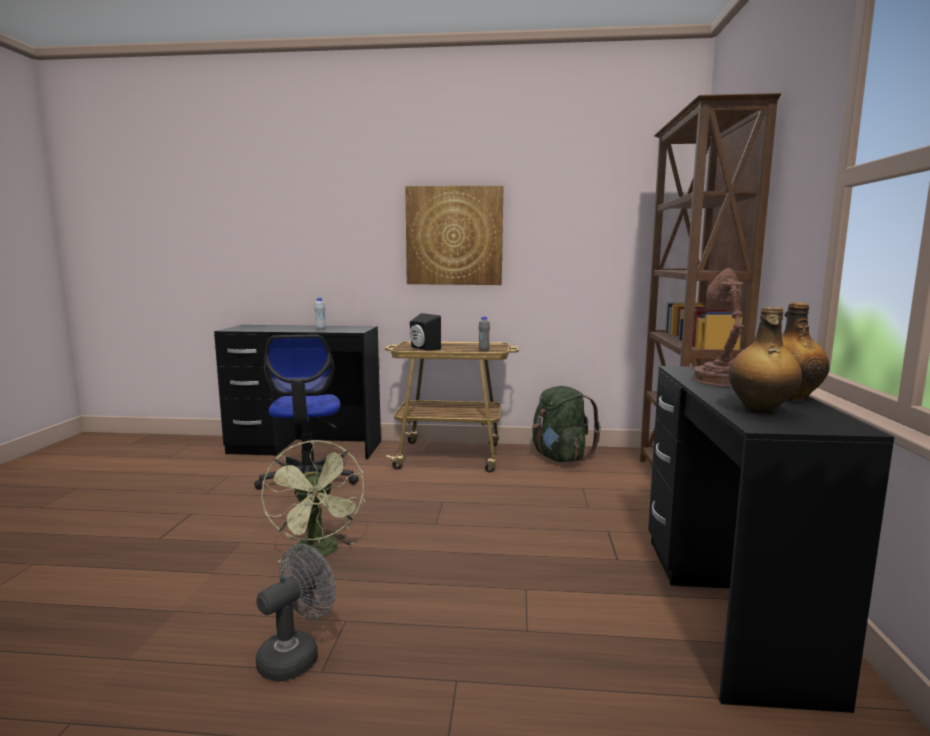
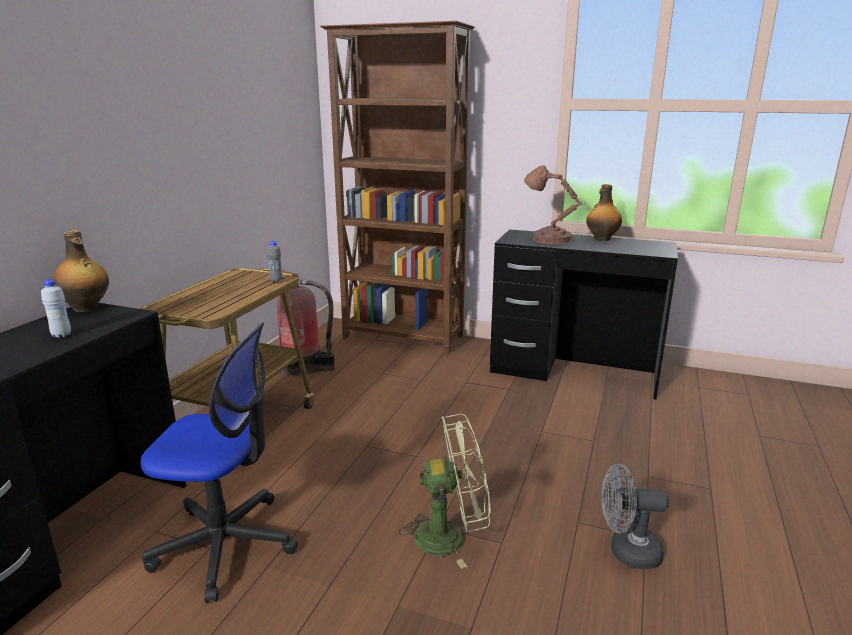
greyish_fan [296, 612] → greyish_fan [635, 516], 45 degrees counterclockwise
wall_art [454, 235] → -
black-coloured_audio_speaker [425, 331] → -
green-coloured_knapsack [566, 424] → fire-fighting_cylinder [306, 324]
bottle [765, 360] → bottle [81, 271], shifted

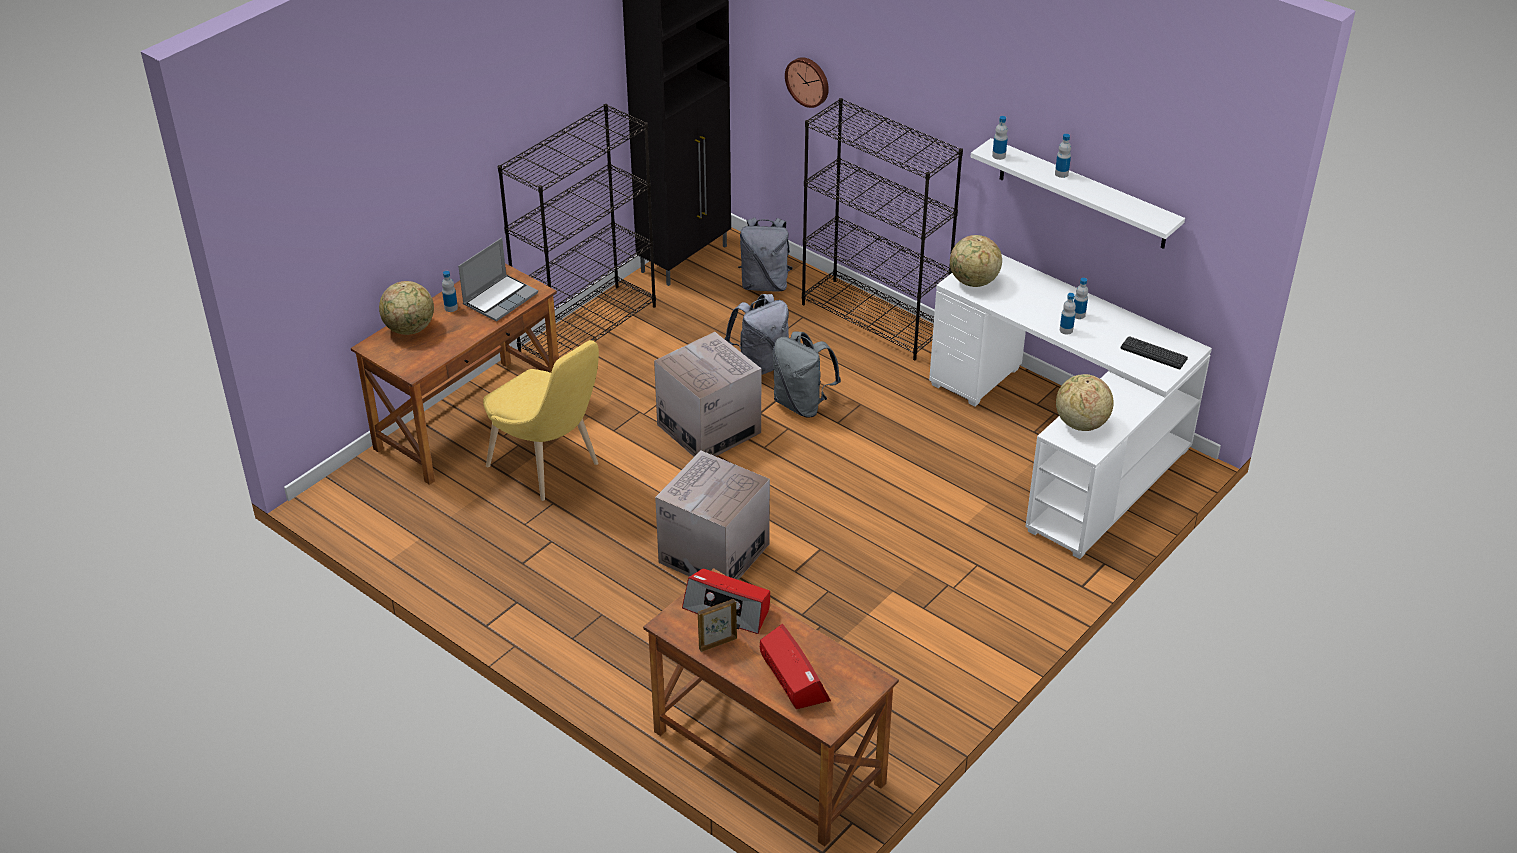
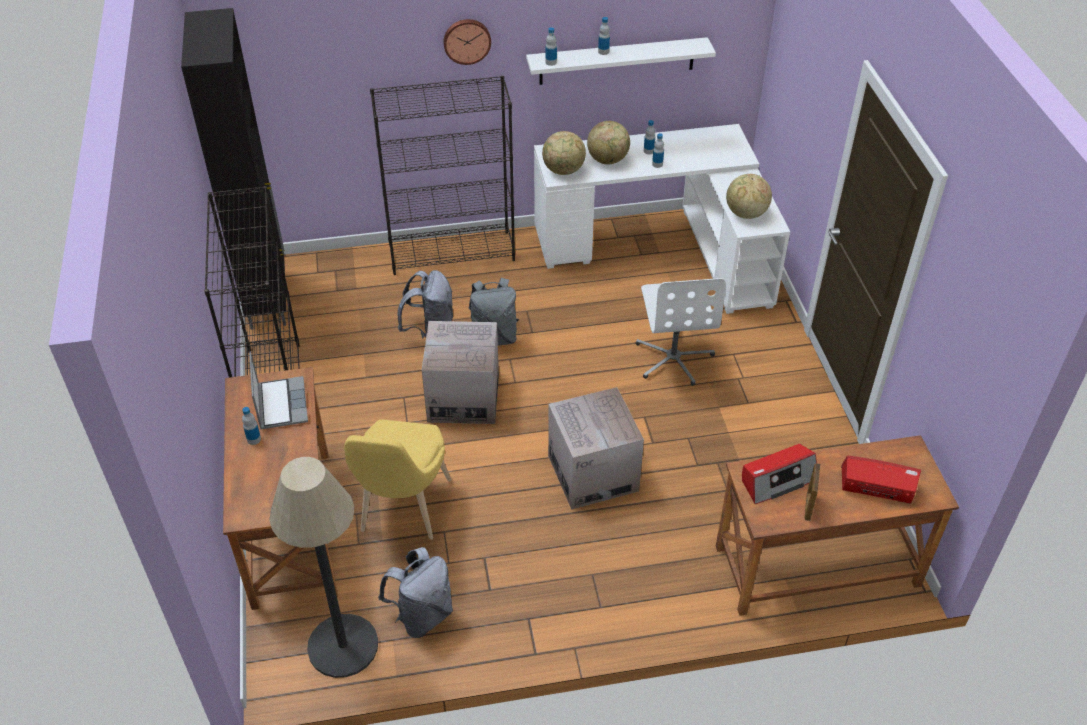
globe [406, 308] → globe [608, 143], shifted
yellow-coloured_chair [541, 420] → yellow-coloured_chair [398, 479], 105 degrees clockwise
greyish_knapsack [765, 255] → greyish_knapsack [415, 592], shifted
hanging_clock [807, 82] → hanging_clock [467, 42], shifted
PC_keyboard [1154, 352] → -
- → floor_lamp [323, 567]
- → whitish_office_chair [680, 332]

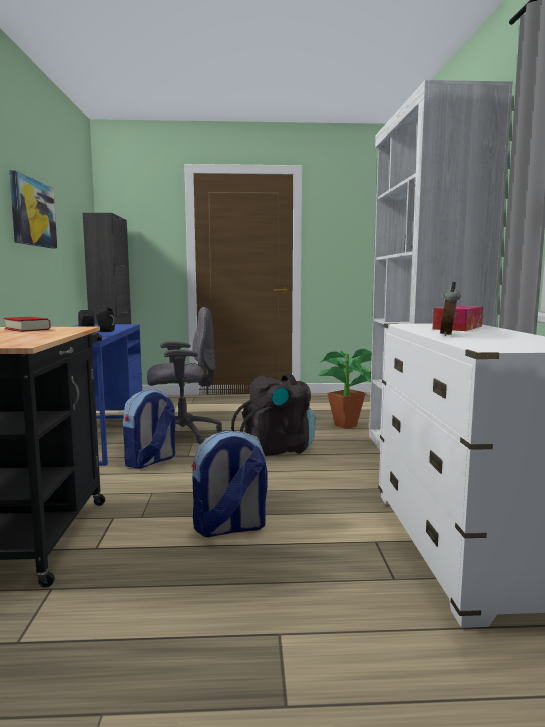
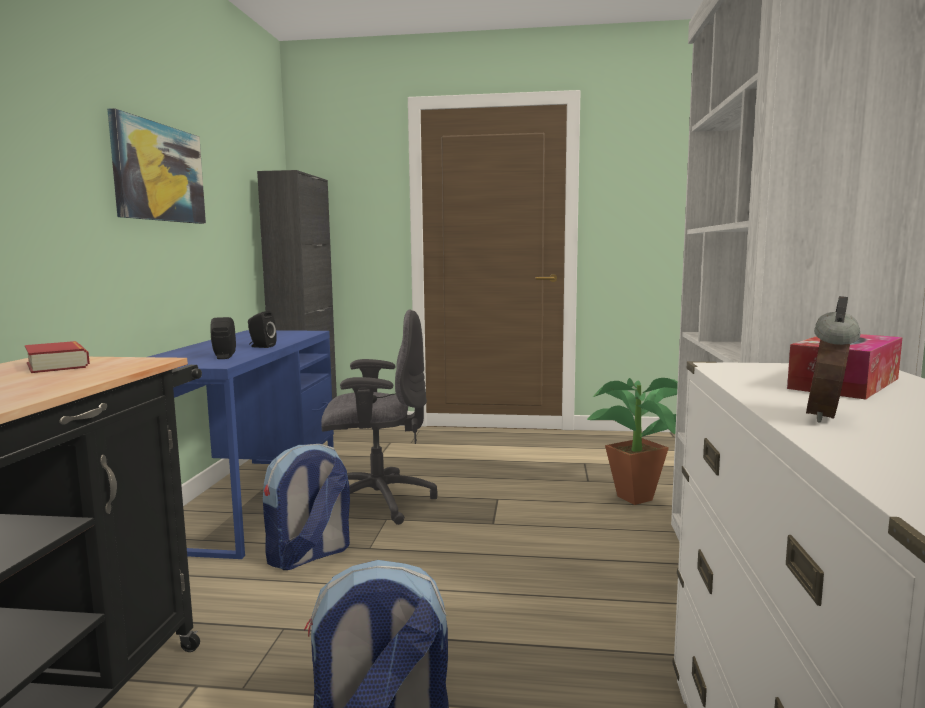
black-coloured_knapsack [273, 414] → -

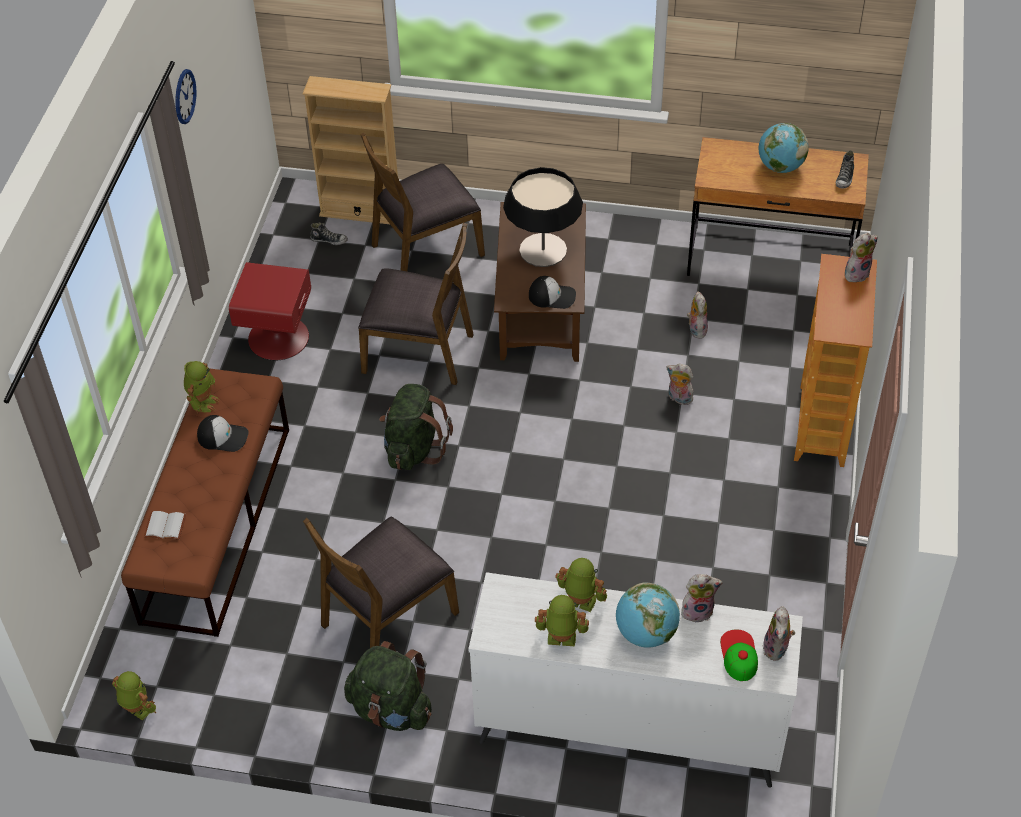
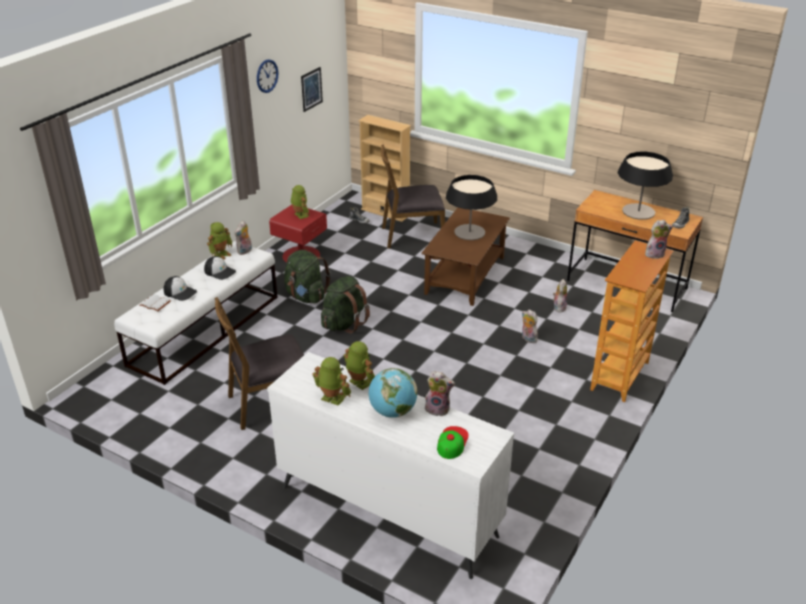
model_robot [134, 695] → model_robot [300, 202], shifted
brown-coloured_indoor_bench [205, 502] → whitish_indoor_bench [196, 313]
green-coloured_knapsack [388, 686] → green-coloured_knapsack [307, 277], shifted
brown-coloured_chair [416, 304] → -
peaked_cap [552, 292] → peaked_cap [180, 288], shifted
globe [784, 148] → table_lamp [645, 186]
soft_toy [779, 633] → soft_toy [243, 238], shifted
- → wall_art [312, 89]

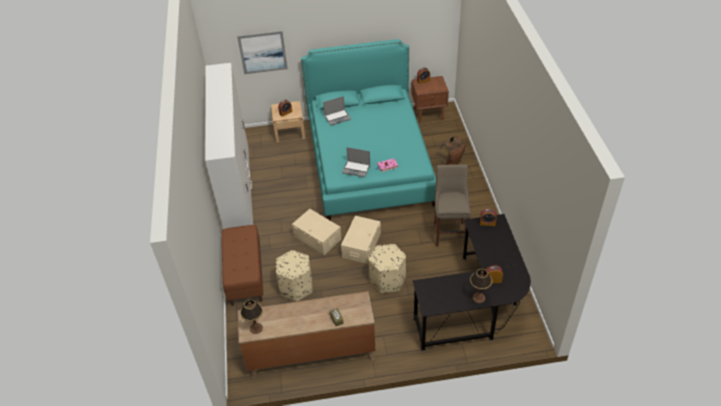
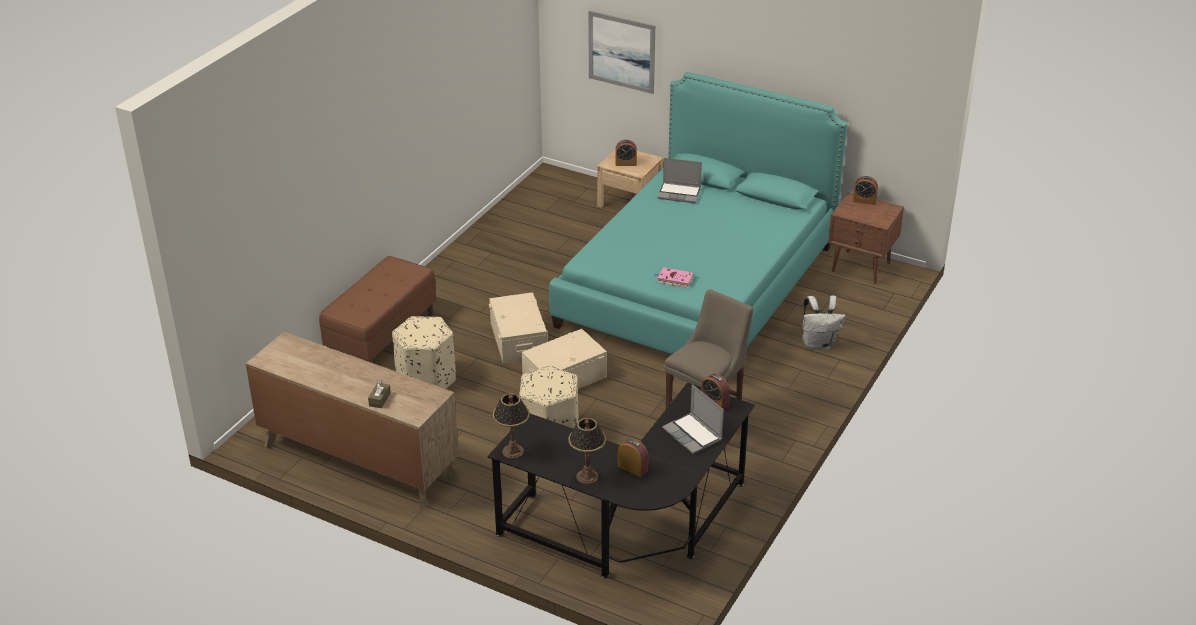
whitish_armoire [229, 146] → -
table_lamp [251, 317] → table_lamp [511, 426], shifted
portable_computer [356, 162] → portable_computer [693, 419], shifted
brown-coloured_knapsack [453, 150] → whitish_knapsack [823, 322]

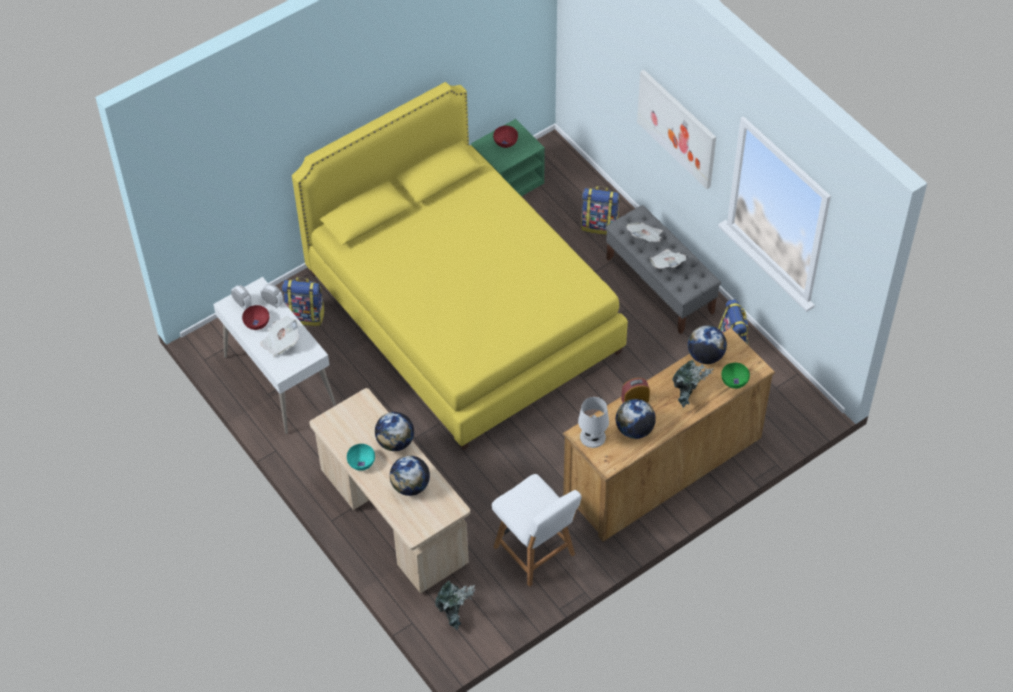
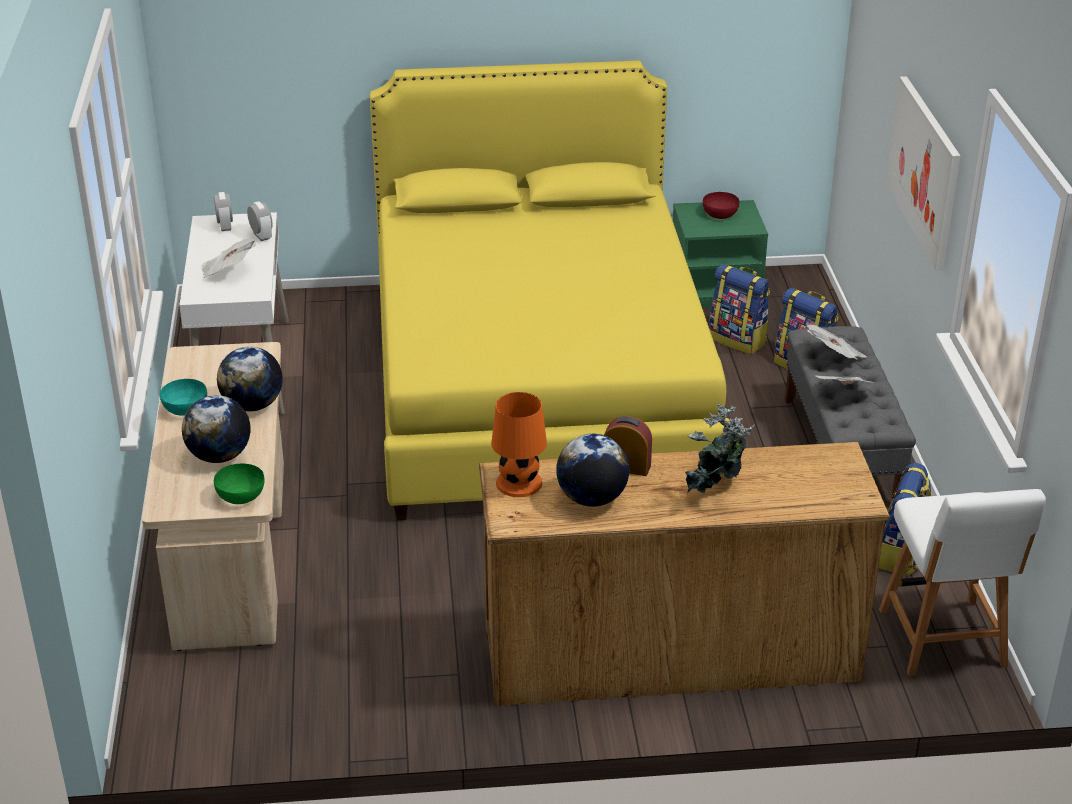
red-coloured_bowl [255, 317] → -
knapsack [303, 301] → knapsack [739, 309], shifted
houseplant [455, 605] → -
whitish_chair [537, 530] → whitish_chair [962, 582], shifted
whitish_table_lamp [593, 422] → orangey_table_lamp [519, 444]
globe [707, 344] → -
green-coloured_bowl [735, 376] → green-coloured_bowl [239, 484], shifted

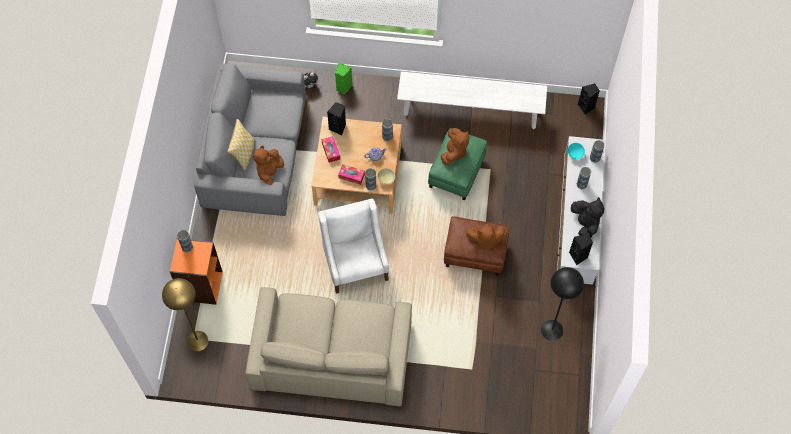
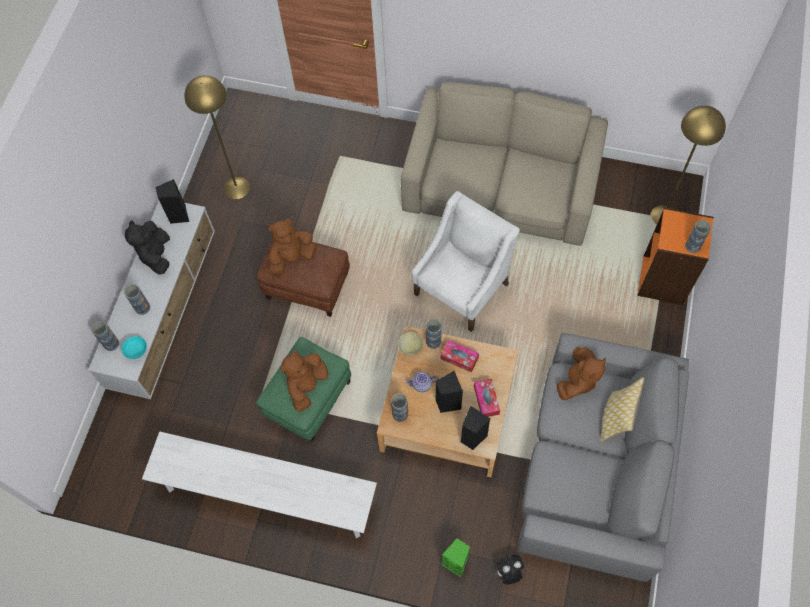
whitish_armchair [353, 245] → whitish_armchair [465, 261], 135 degrees counterclockwise
brown-coloured_soft_toy [487, 238] → brown-coloured_soft_toy [292, 247], 45 degrees counterclockwise
black-coloured_floor_lamp [562, 304] → yellow-coloured_floor_lamp [217, 137]
black-coloured_audio_speaker [589, 99] → black-coloured_audio_speaker [449, 392], shifted

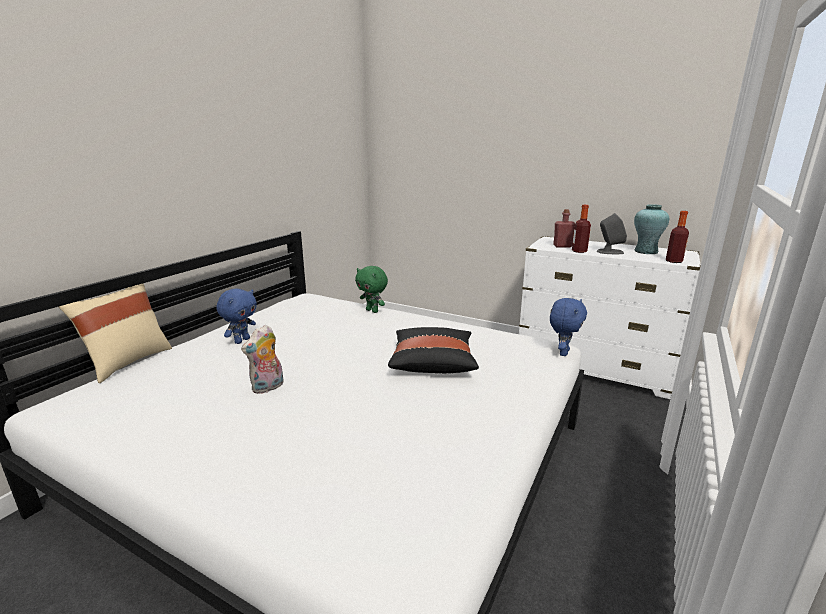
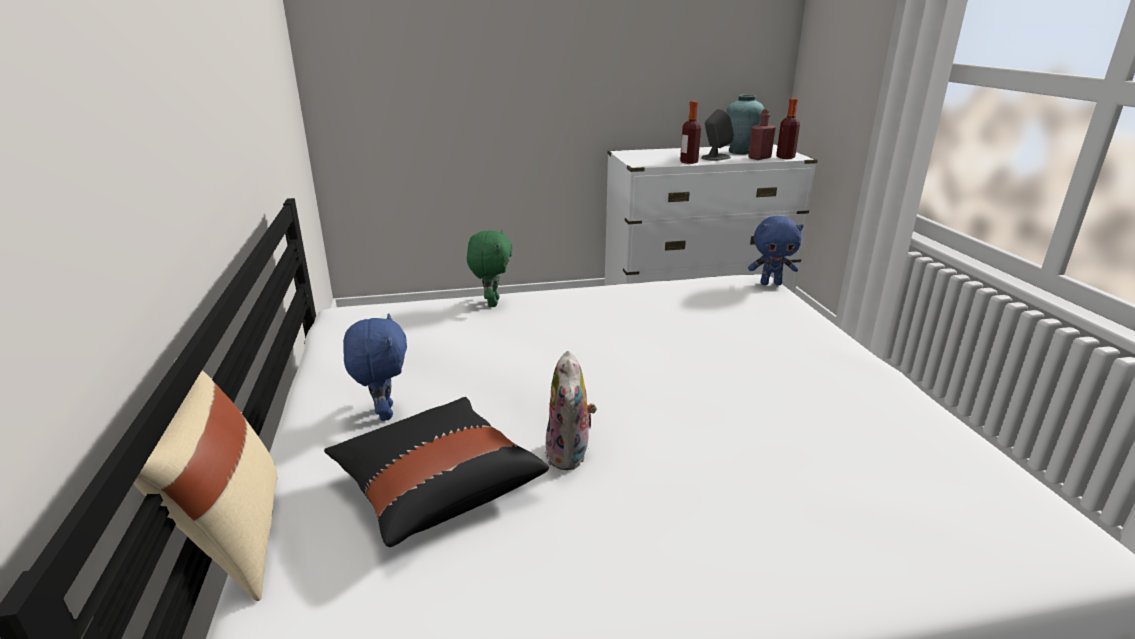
green-coloured_soft_toy [371, 289] → green-coloured_soft_toy [489, 268], 90 degrees counterclockwise
black-coloured_pillow [433, 350] → black-coloured_pillow [436, 472], shifted
blue-coloured_soft_toy [568, 327] → blue-coloured_soft_toy [776, 250], 105 degrees clockwise
red-coloured_bottle [564, 228] → red-coloured_bottle [762, 134], shifted

